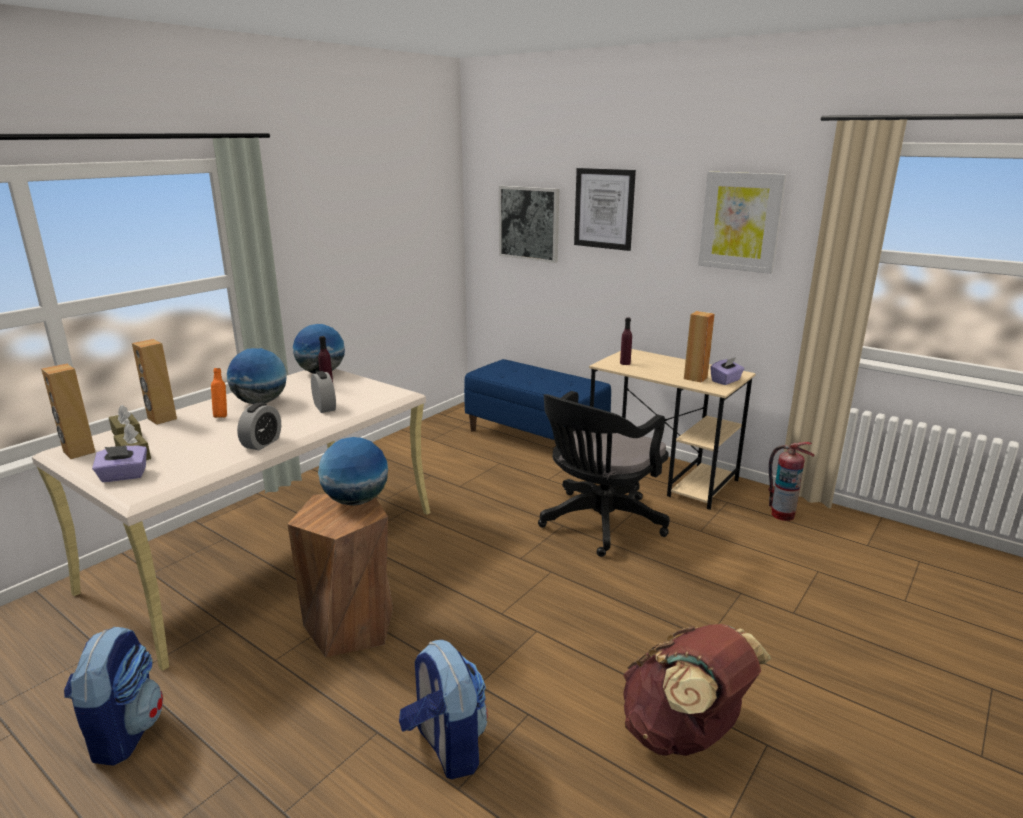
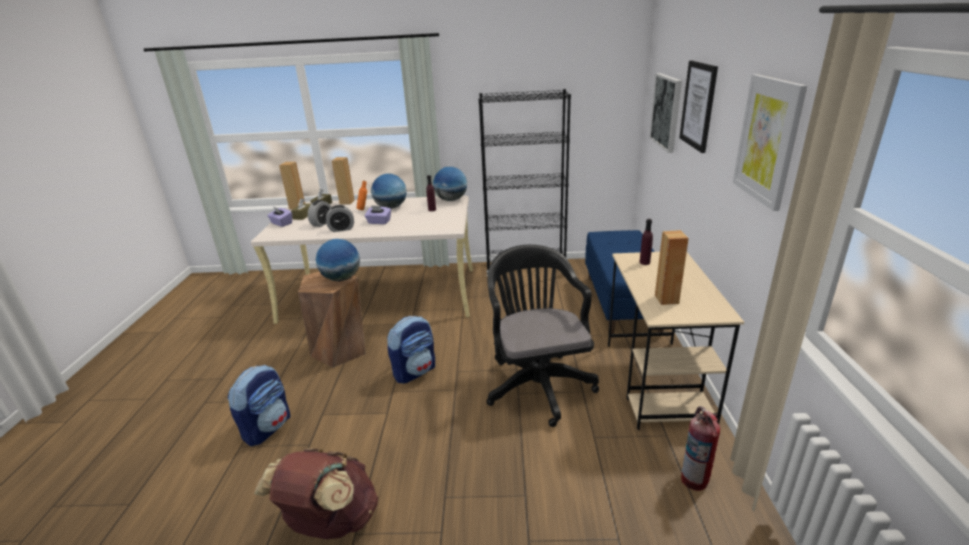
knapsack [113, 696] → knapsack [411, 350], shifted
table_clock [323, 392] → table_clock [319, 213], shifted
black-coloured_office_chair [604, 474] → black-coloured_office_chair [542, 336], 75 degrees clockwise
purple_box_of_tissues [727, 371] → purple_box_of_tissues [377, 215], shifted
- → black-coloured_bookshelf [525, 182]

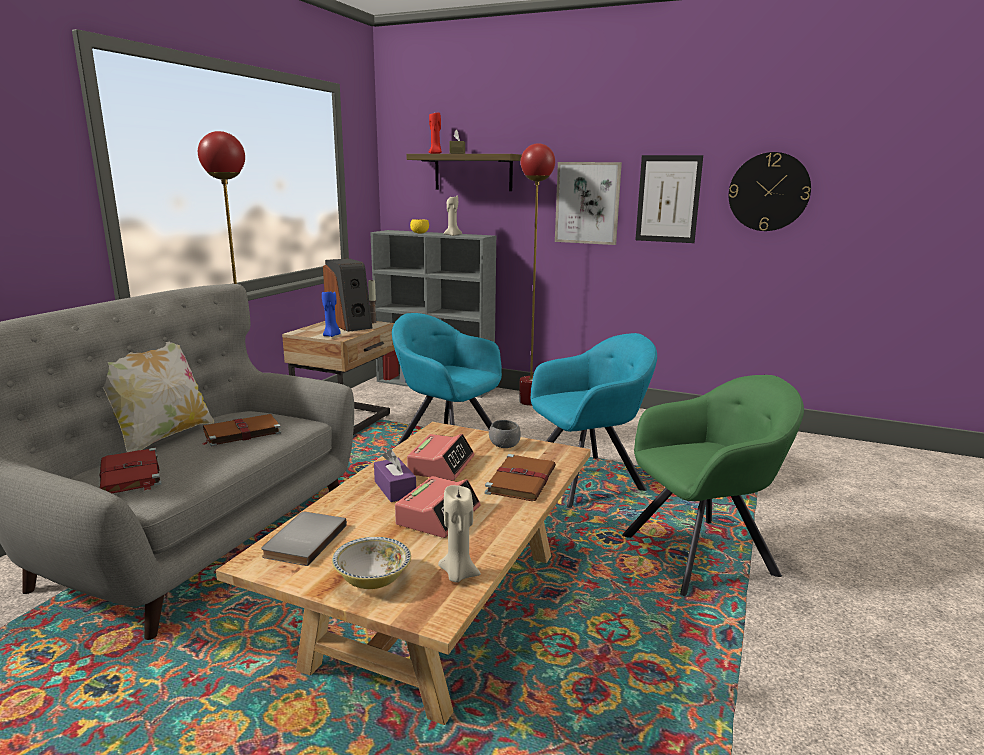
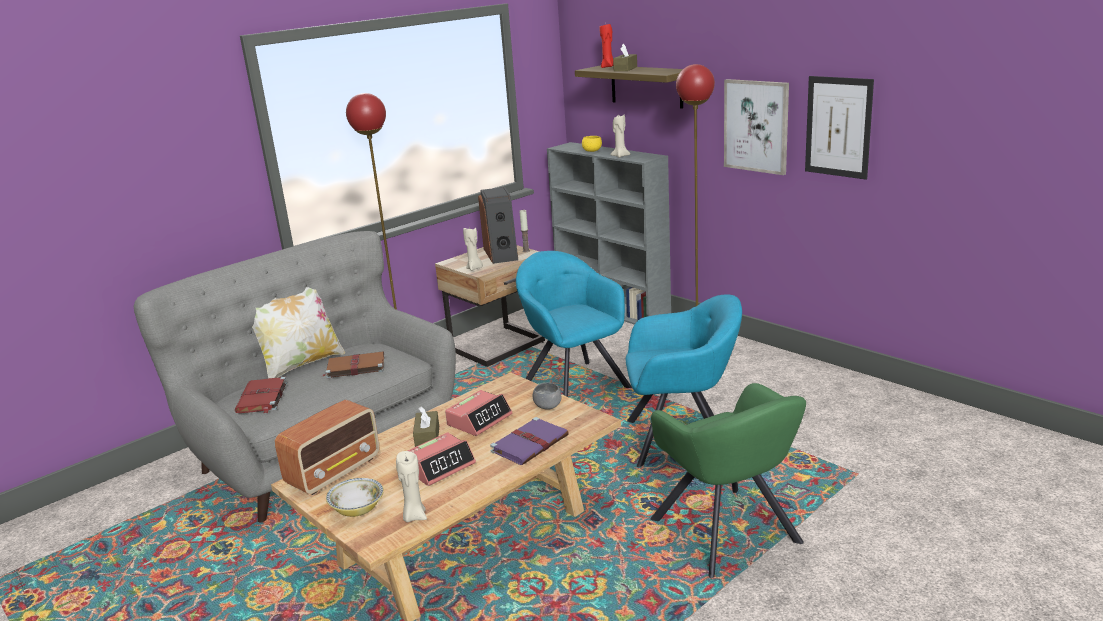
greyish_book [304, 539] → radio_receiver [327, 447]
blue-coloured_wax_light [331, 313] → beige-coloured_wax_light [473, 248]
purple_box_of_tissues [395, 475] → brown-coloured_box_of_tissues [426, 426]
brown-coloured_book [520, 477] → purple_book [529, 441]
green-coloured_armchair [713, 485] → green-coloured_armchair [728, 480], 60 degrees clockwise
hanging_clock [770, 191] → -

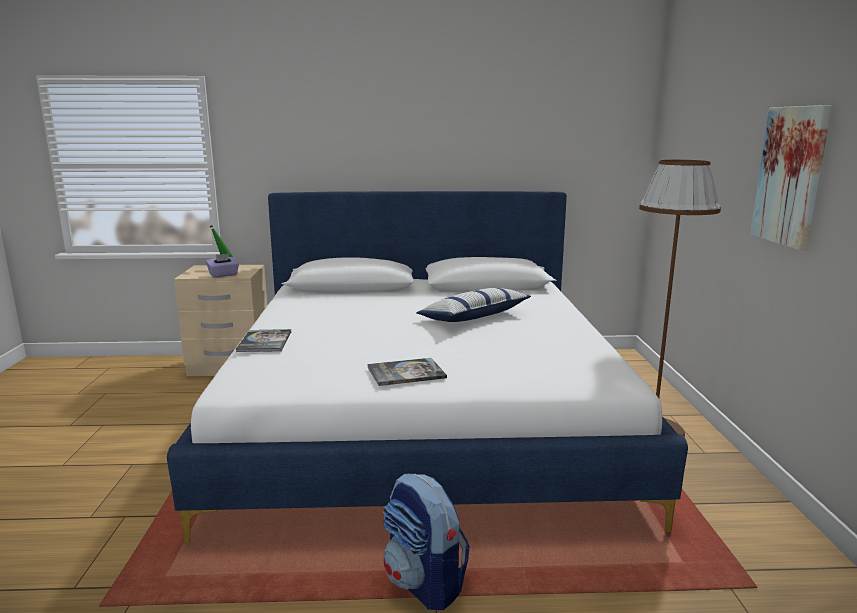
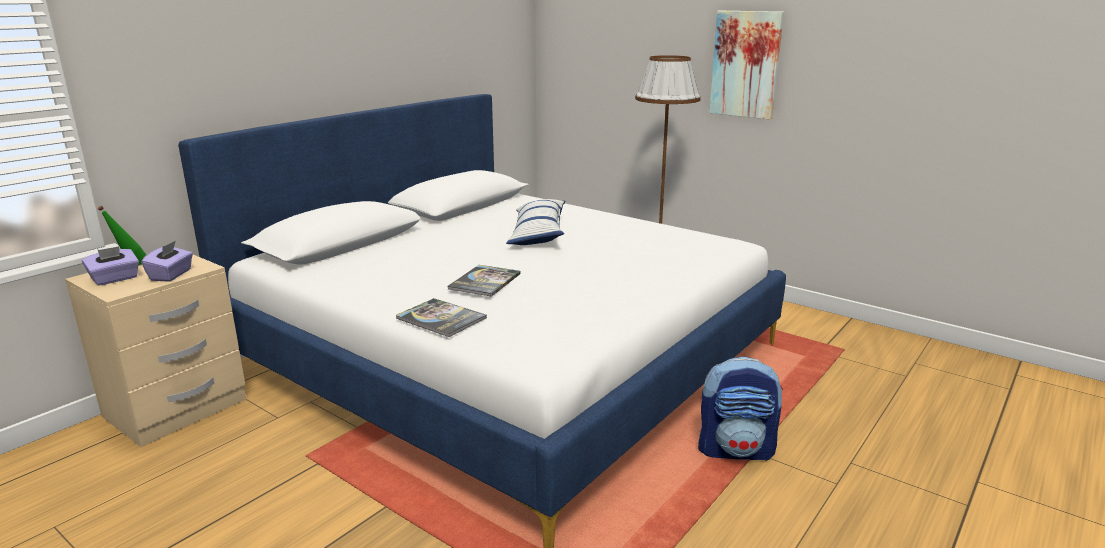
book [407, 372] → book [483, 281], shifted
- → purple_box_of_tissues [110, 266]

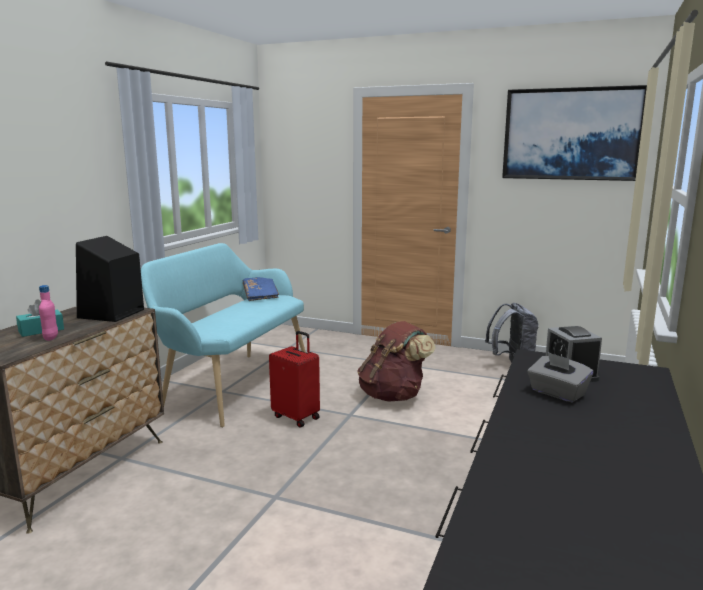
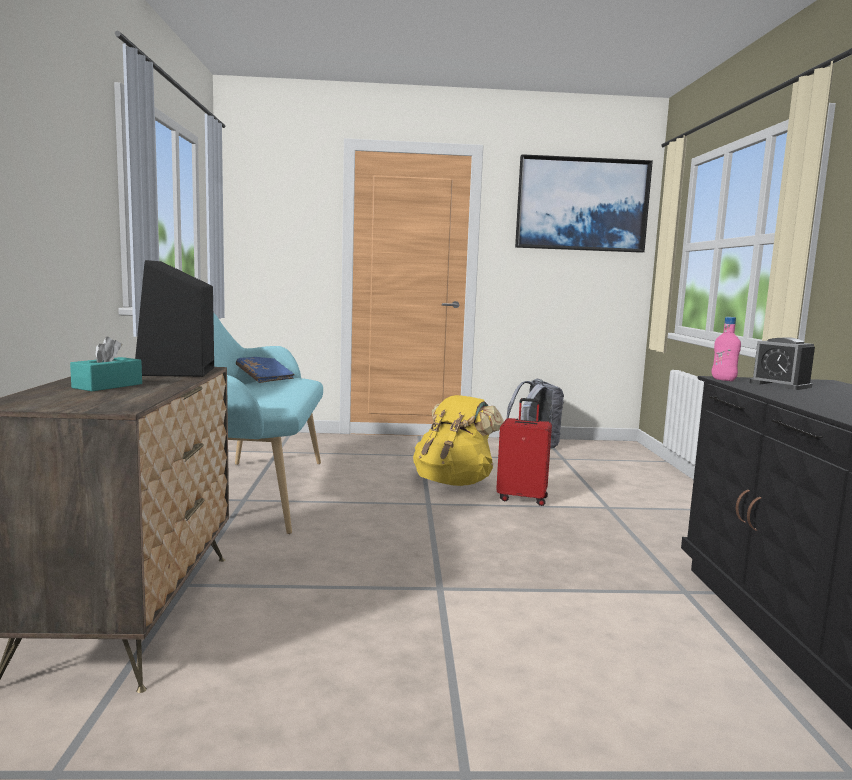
pink_bottle [48, 313] → pink_bottle [726, 349], shifted
red-coloured_travel_case [294, 379] → red-coloured_travel_case [524, 452], shifted
brown-coloured_knapsack [396, 361] → yellow-coloured_knapsack [458, 440]
greyish_box_of_tissues [560, 377] → -

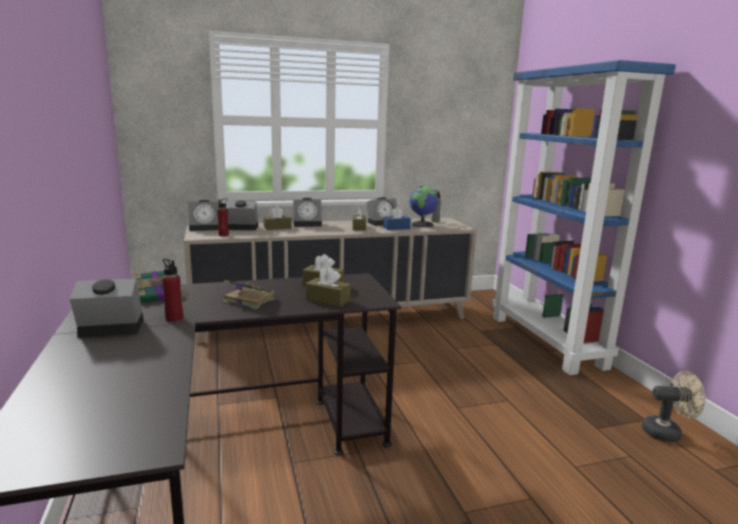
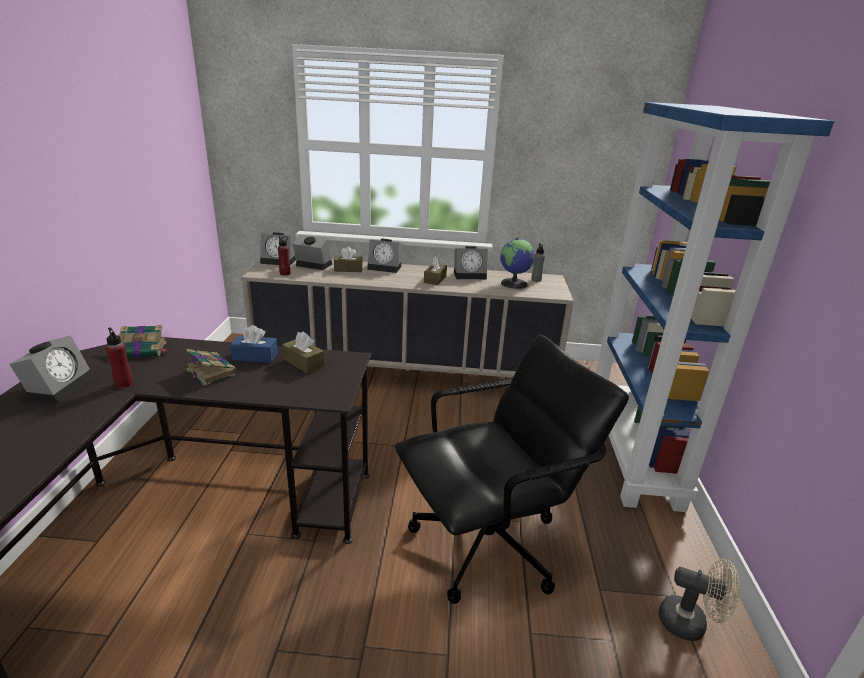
table_clock [107, 308] → table_clock [52, 369], 90 degrees clockwise
brown-coloured_box_of_tissues [328, 287] → -
blue-coloured_box_of_tissues [397, 218] → blue-coloured_box_of_tissues [254, 344], shifted
- → black-coloured_office_chair [512, 469]

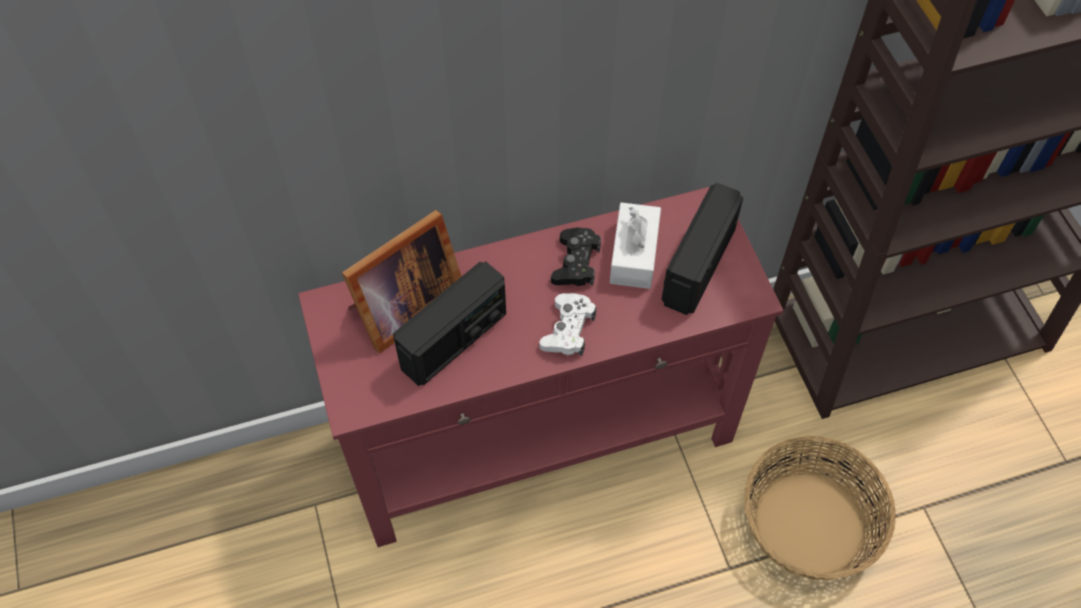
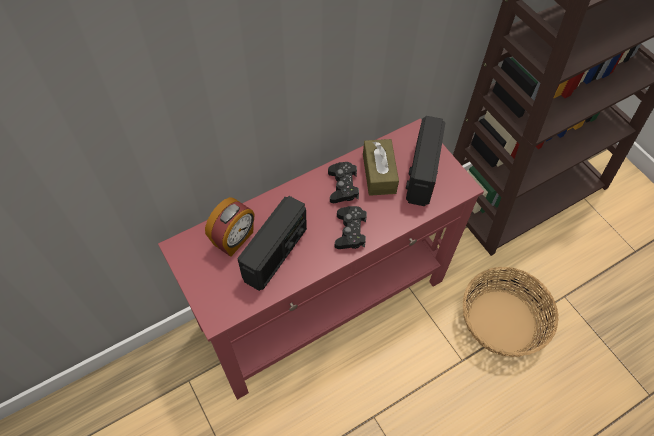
standing_frame [402, 281] → table_clock [229, 227]
whitish_joypad [567, 324] → black-coloured_joypad [351, 227]
whitish_box_of_tissues [635, 245] → brown-coloured_box_of_tissues [381, 167]

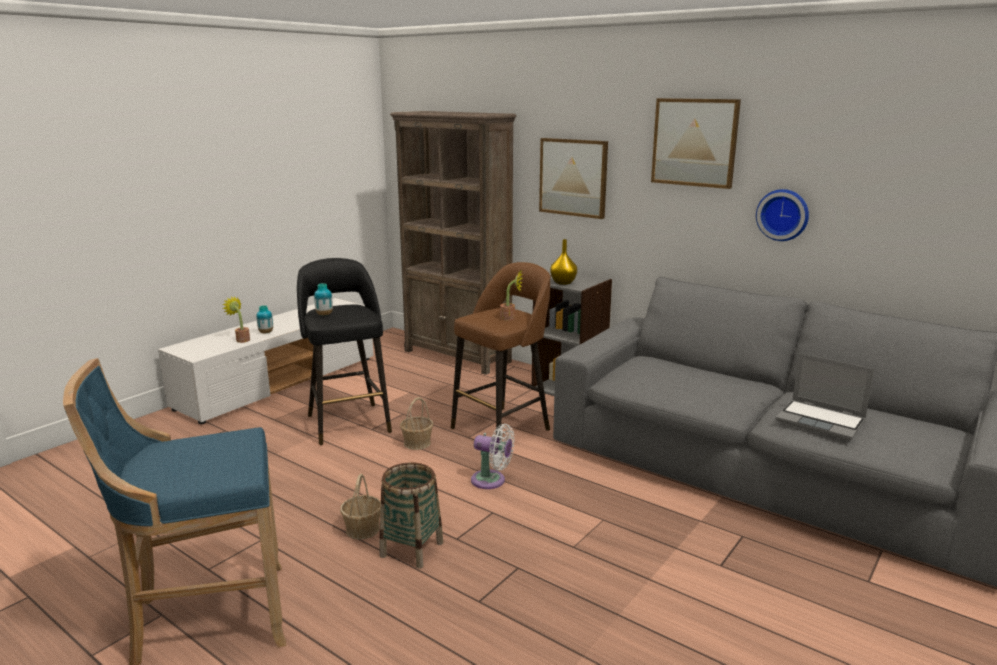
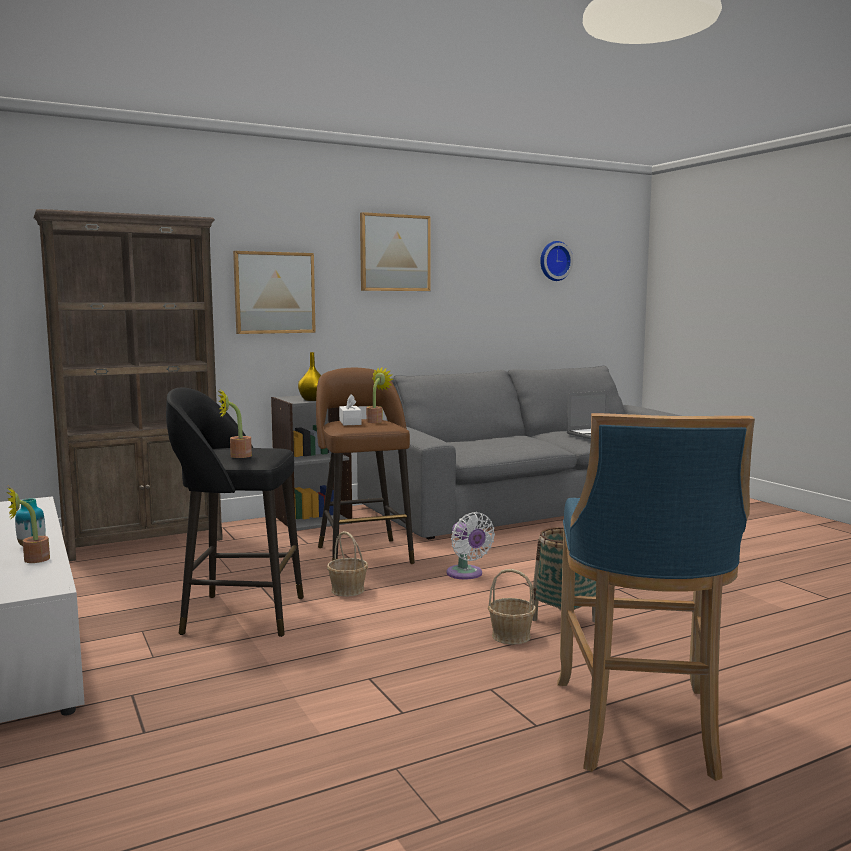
vase [323, 299] → houseplant [235, 424]
whitish_fan [493, 456] → whitish_fan [470, 545], 105 degrees clockwise
hanging_clock [782, 215] → hanging_clock [556, 261], shifted
- → whitish_box_of_tissues [350, 409]

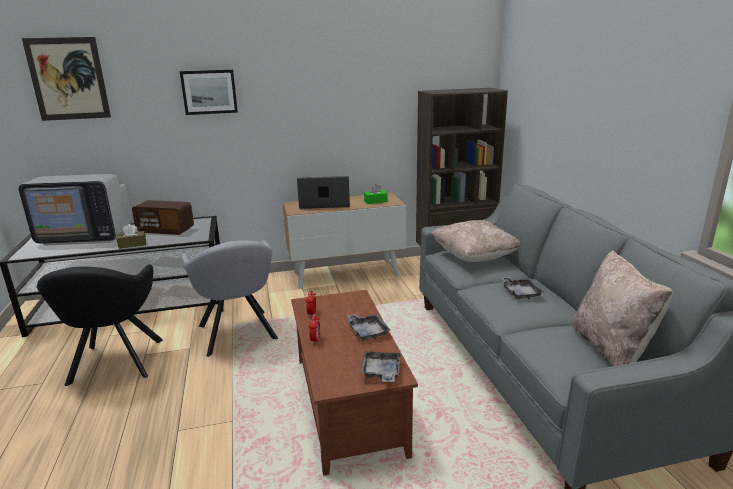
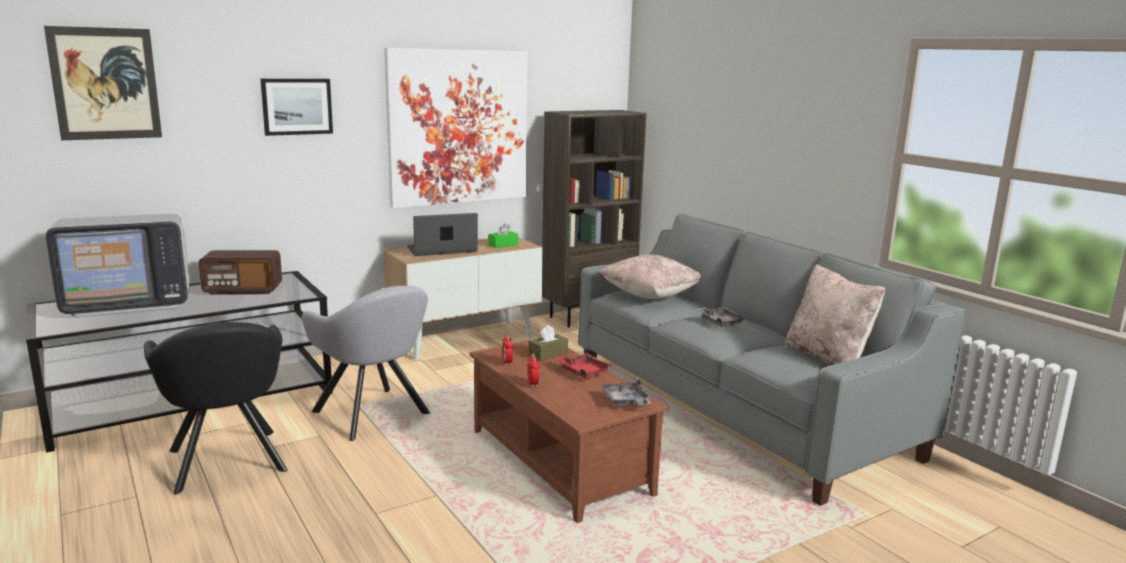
brown-coloured_box_of_tissues [131, 236] → brown-coloured_box_of_tissues [548, 343], shifted
greyish_tray [368, 327] → red-coloured_tray [584, 366]
- → wall_art [456, 128]

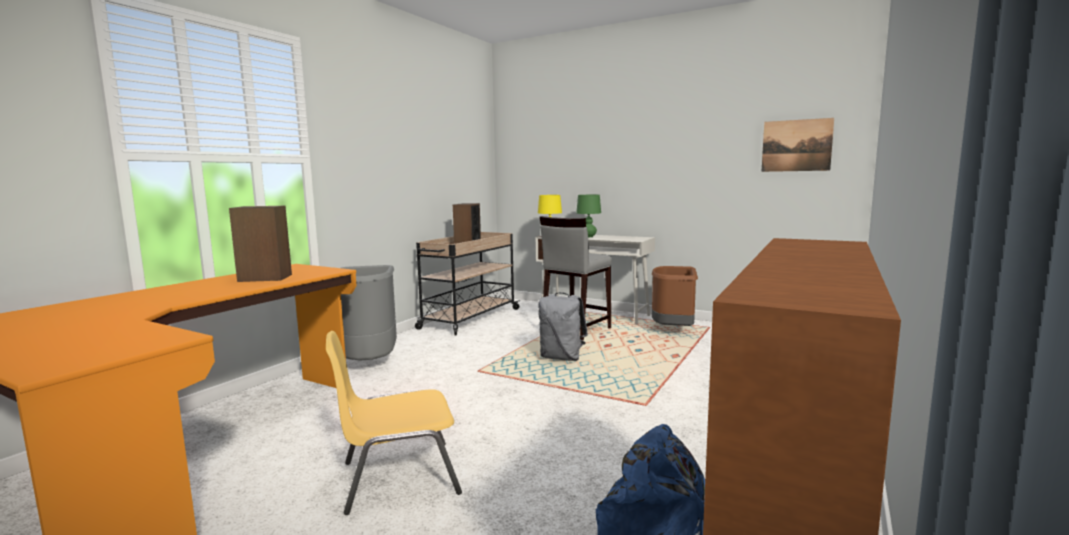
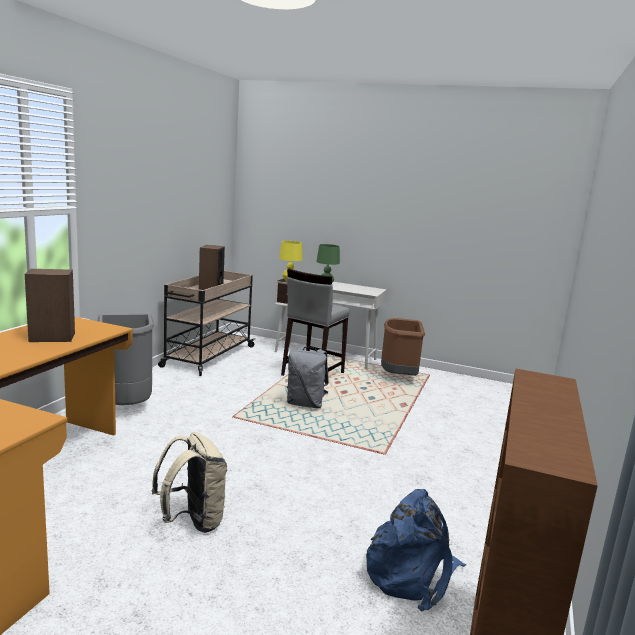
yellow-coloured_chair [394, 423] → beige-coloured_knapsack [189, 482]
wall_art [797, 145] → -

